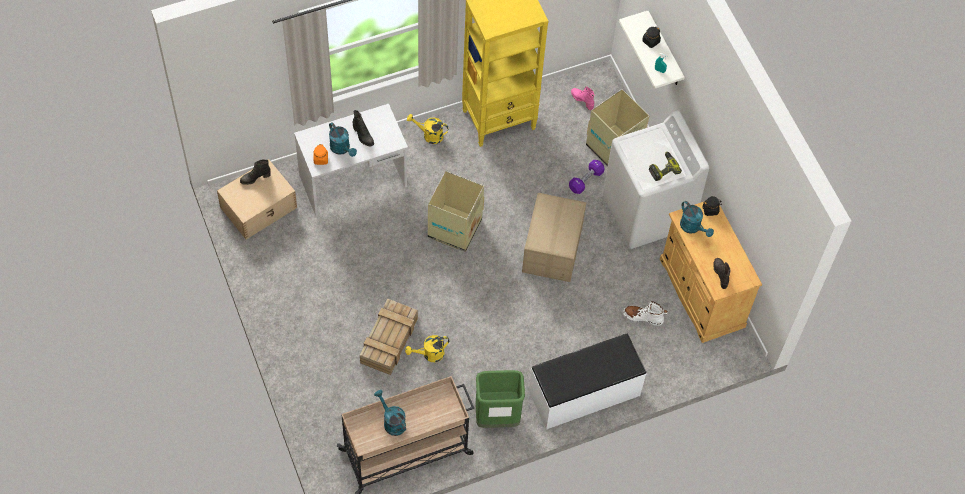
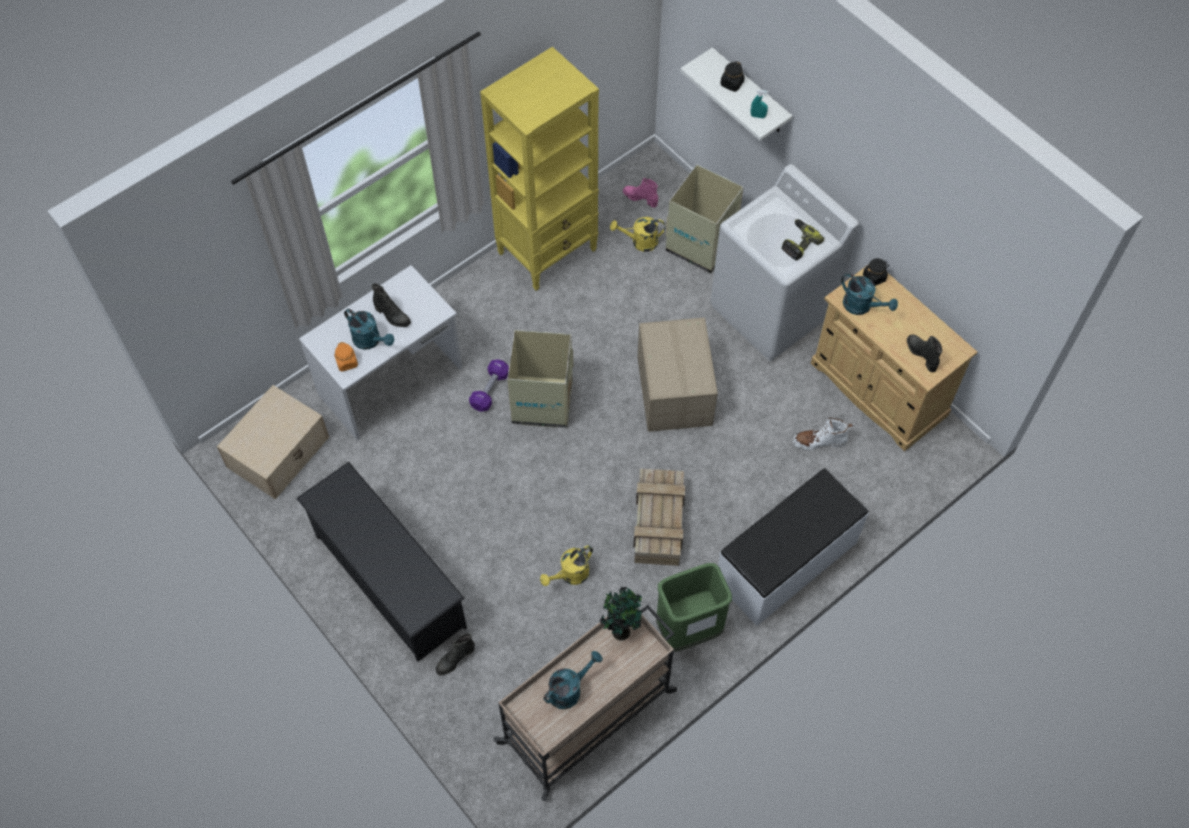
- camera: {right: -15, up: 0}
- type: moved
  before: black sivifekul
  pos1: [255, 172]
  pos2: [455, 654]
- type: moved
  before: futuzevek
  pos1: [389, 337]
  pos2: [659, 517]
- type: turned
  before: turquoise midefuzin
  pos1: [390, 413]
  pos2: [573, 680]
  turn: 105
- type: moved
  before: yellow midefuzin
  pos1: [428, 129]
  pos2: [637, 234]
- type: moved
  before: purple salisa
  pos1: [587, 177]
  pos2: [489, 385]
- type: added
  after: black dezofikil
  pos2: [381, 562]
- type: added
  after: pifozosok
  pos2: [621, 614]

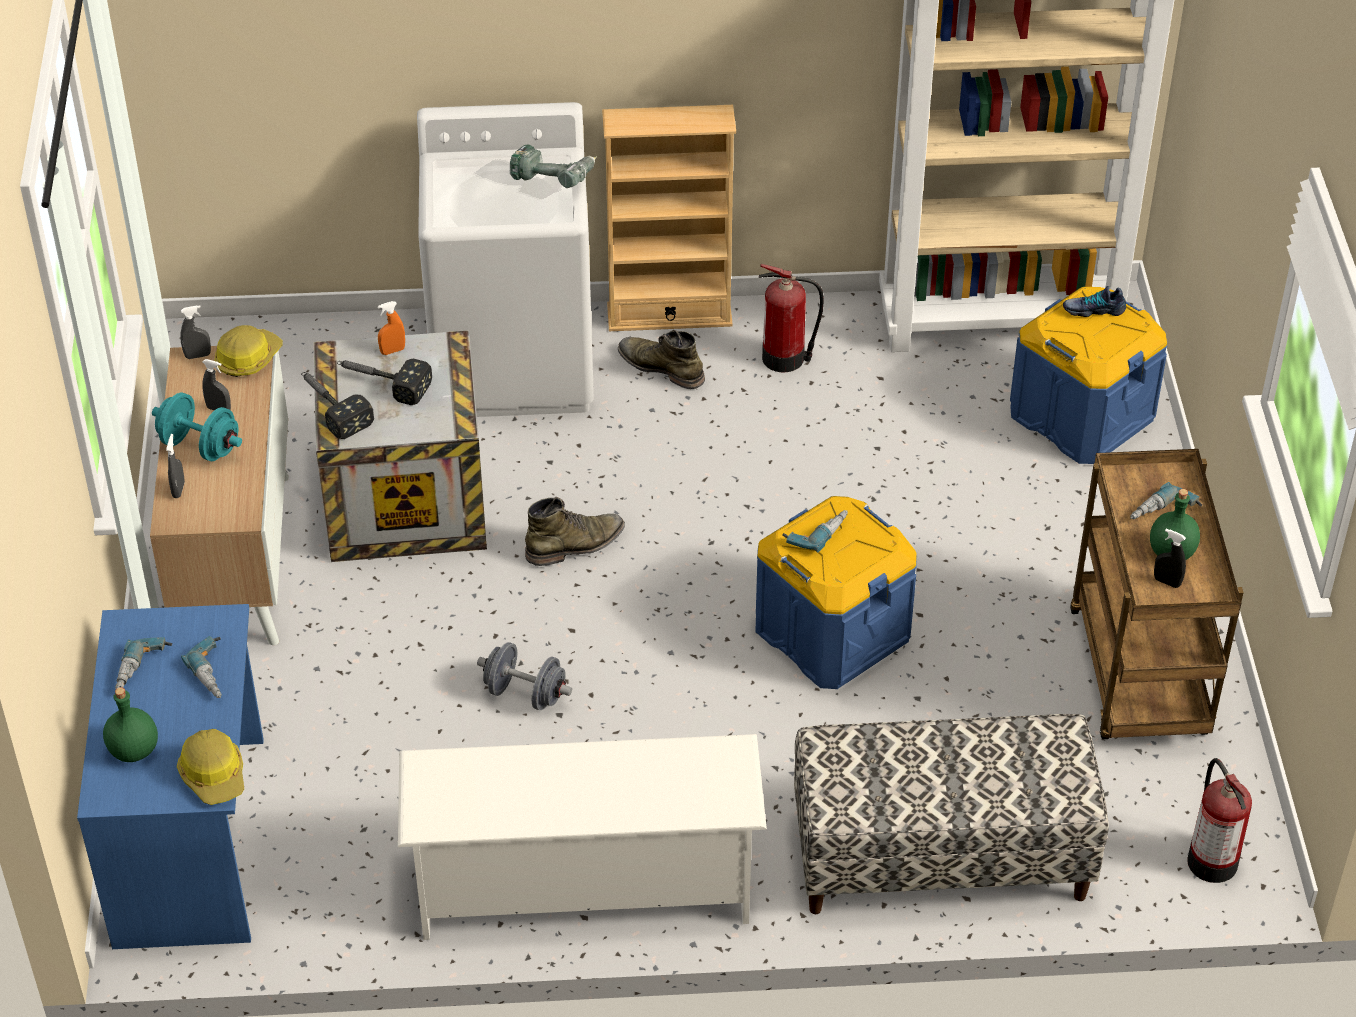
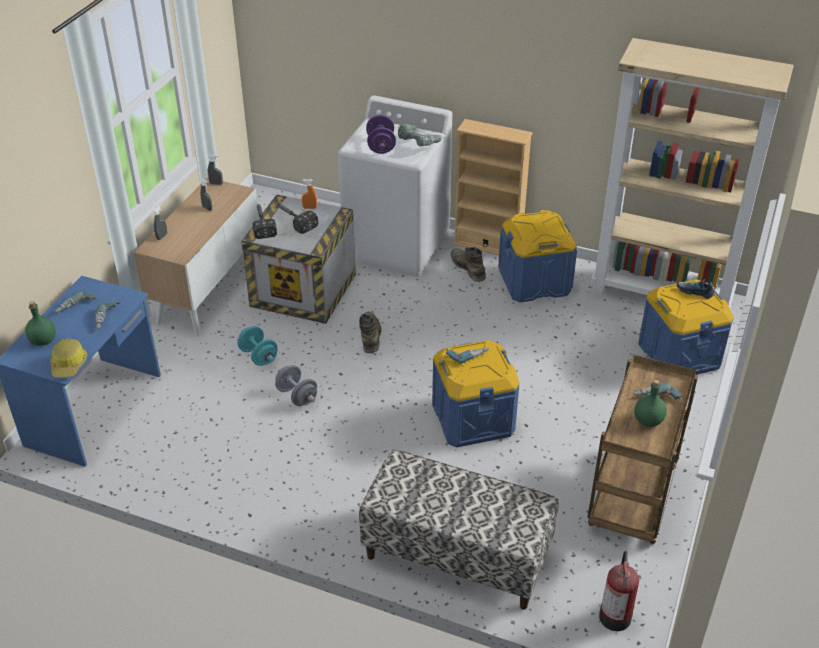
- camera: {right: 25, up: -5}
- type: moved
  before: turquoise salisa
  pos1: [197, 427]
  pos2: [258, 346]
- type: removed
  before: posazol
  pos1: [249, 351]
- type: removed
  before: white dezofikil
  pos1: [582, 837]
- type: turned
  before: green sivifekul
  pos1: [575, 531]
  pos2: [370, 332]
  turn: -90
- type: replaced
  before: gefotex
  after: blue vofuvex
  pos1: [791, 318]
  pos2: [537, 256]
- type: removed
  before: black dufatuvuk
  pos1: [1170, 558]
- type: added
  after: purple salisa
  pos2: [381, 134]

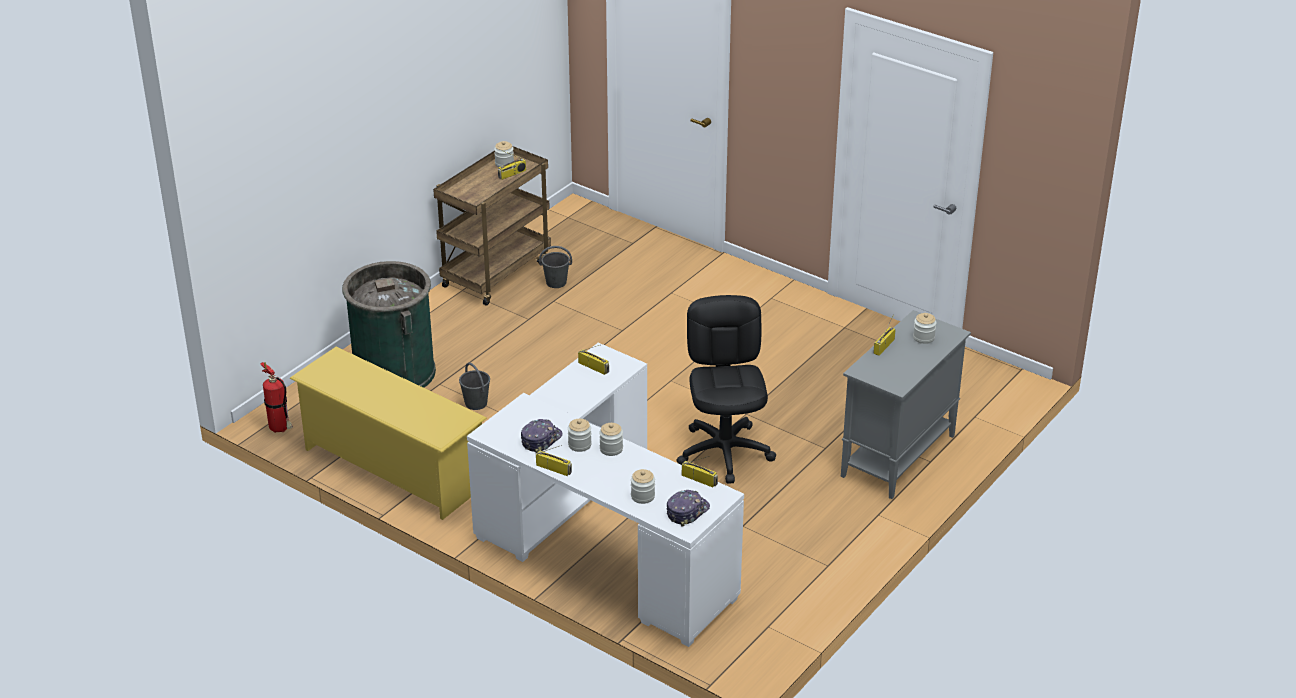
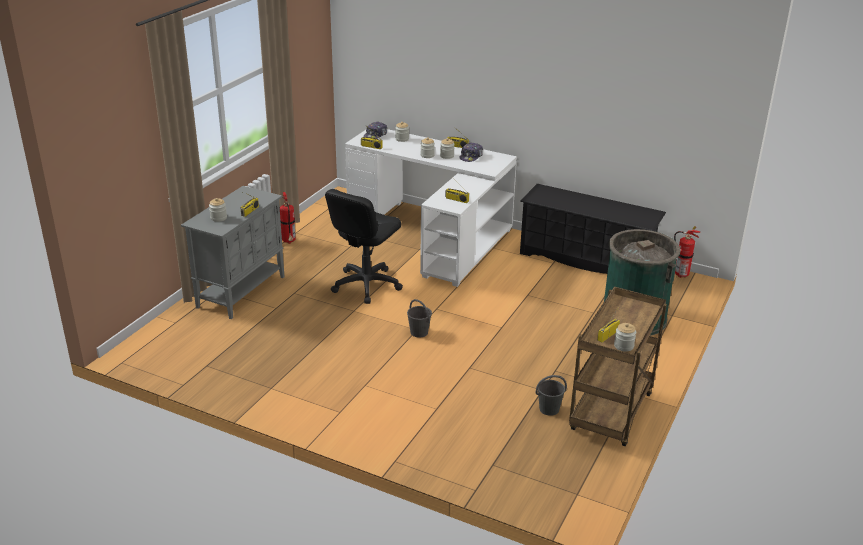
- camera: {right: 170, up: -5}
- type: recoloured
  before: yellow dezofikil
  after: black dezofikil
  pos1: [388, 433]
  pos2: [593, 229]
- type: moved
  before: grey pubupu
  pos1: [474, 386]
  pos2: [419, 318]
- type: turned
  before: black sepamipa
  pos1: [726, 389]
  pos2: [364, 246]
  turn: 45
- type: added
  after: gefotex
  pos2: [288, 217]

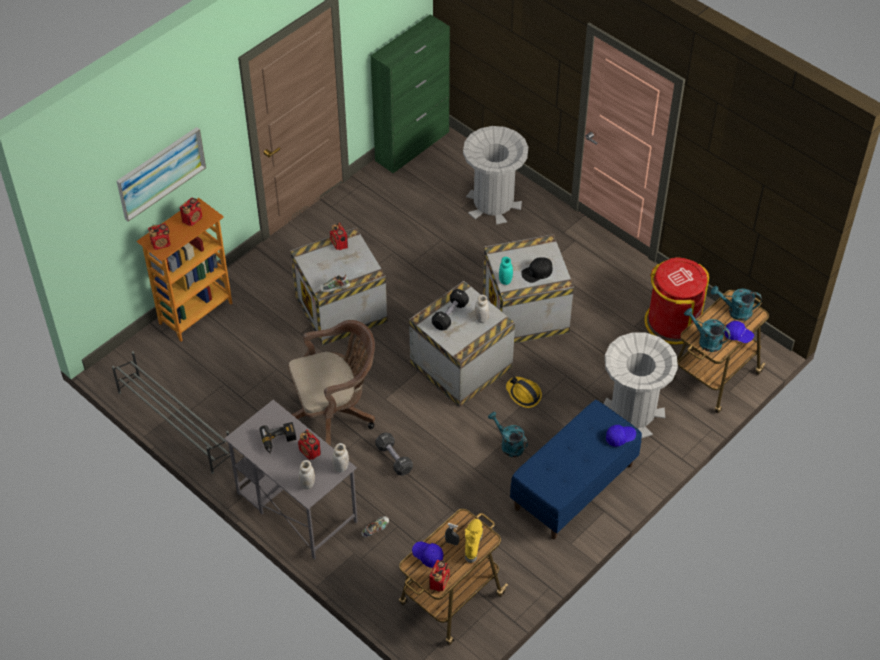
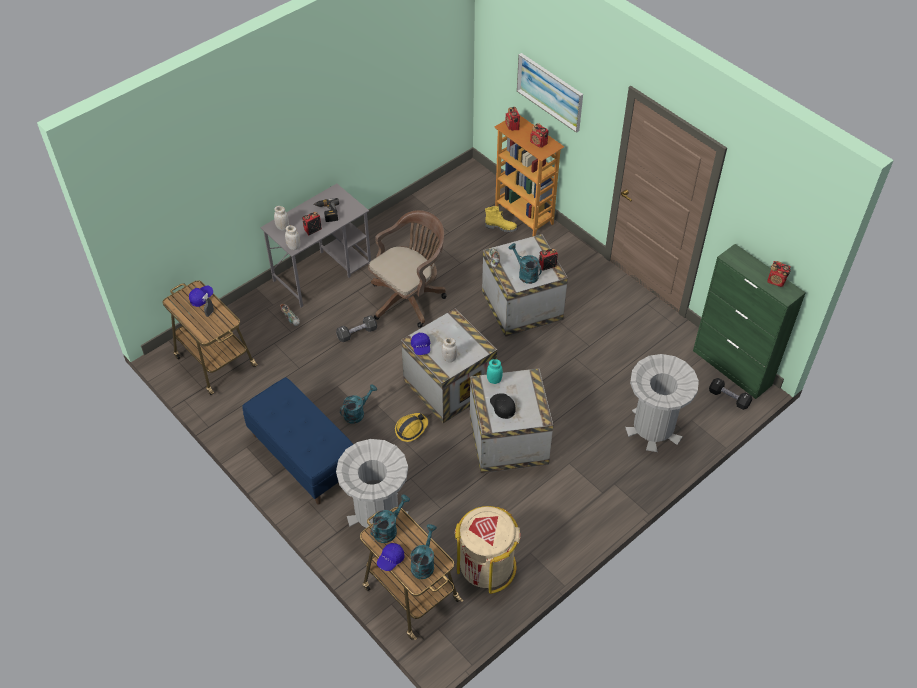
- camera: {right: 95, up: 0}
- type: removed
  before: grey dezofikil
  pos1: [171, 412]
- type: turned
  before: brown sepamipa
  pos1: [331, 383]
  pos2: [407, 269]
  turn: -120
- type: moved
  before: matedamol
  pos1: [439, 576]
  pos2: [779, 274]
- type: moved
  before: black salisa
  pos1: [450, 310]
  pos2: [730, 394]
- type: moved
  before: yellow sivifekul
  pos1: [474, 541]
  pos2: [501, 219]
- type: moved
  before: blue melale
  pos1: [621, 436]
  pos2: [420, 344]
- type: recoloured
  before: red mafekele
  after: beige mafekele
  pos1: [677, 300]
  pos2: [488, 550]
- type: added
  after: turquoise midefuzin
  pos2: [525, 263]

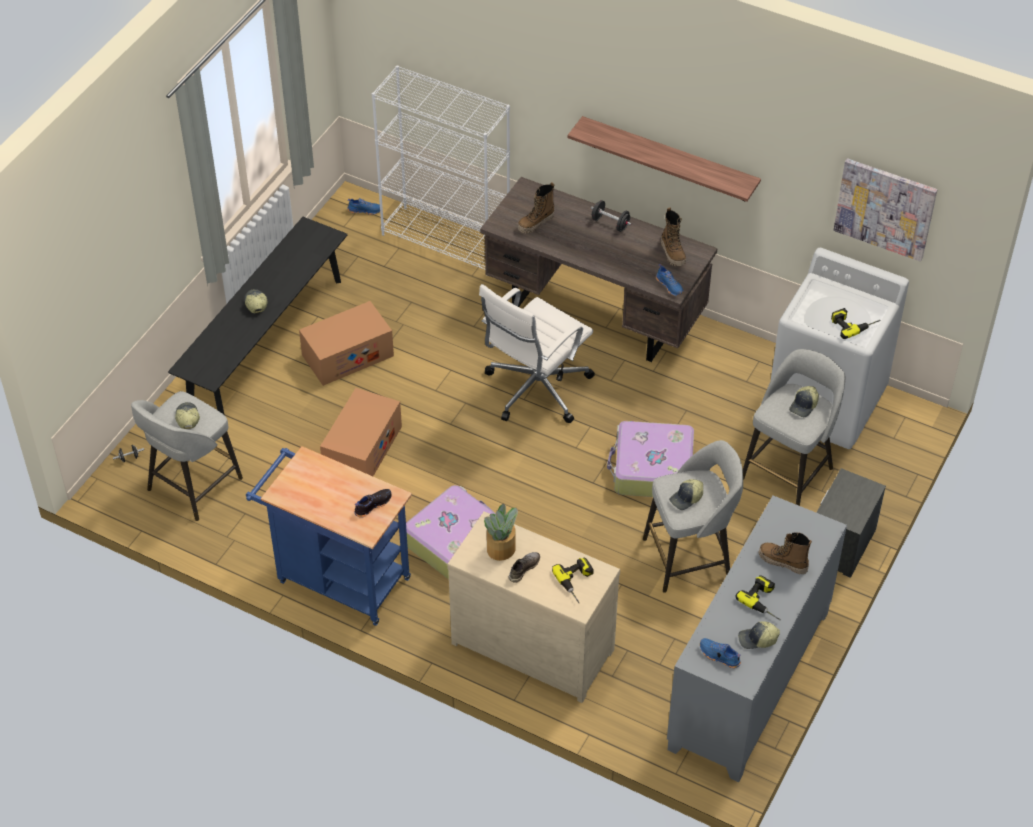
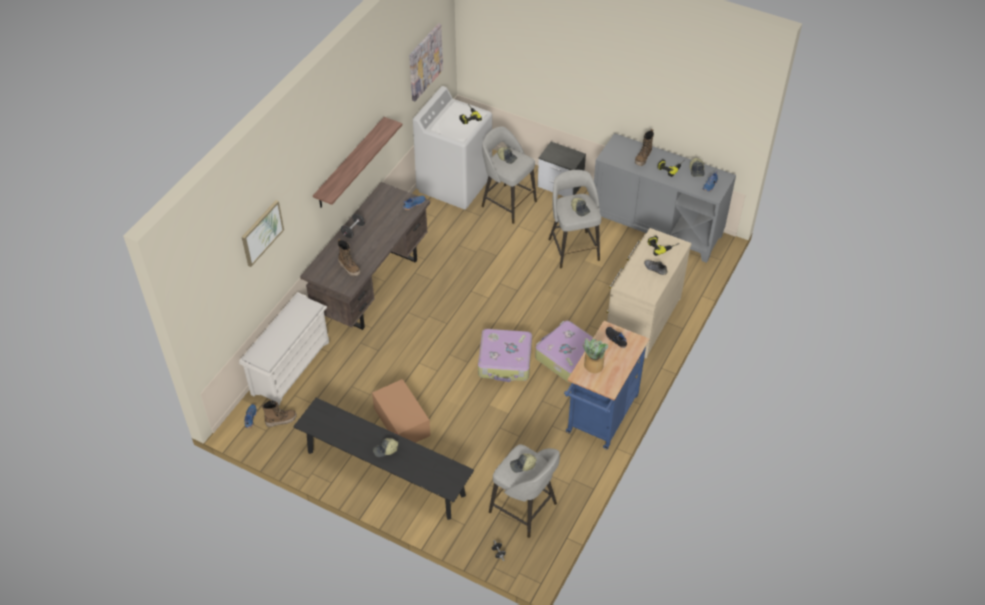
- camera: {right: -90, up: 0}
- type: removed
  before: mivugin
  pos1: [361, 432]
- type: replaced
  before: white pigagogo
  after: white dezofikil
  pos1: [441, 170]
  pos2: [284, 348]
- type: removed
  before: white sepamipa
  pos1: [537, 353]
- type: moved
  before: pifozosok
  pos1: [501, 532]
  pos2: [595, 355]
- type: moved
  before: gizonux
  pos1: [650, 459]
  pos2: [505, 355]
- type: moved
  before: sivifekul
  pos1: [673, 236]
  pos2: [279, 413]
- type: added
  after: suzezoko
  pos2: [263, 233]

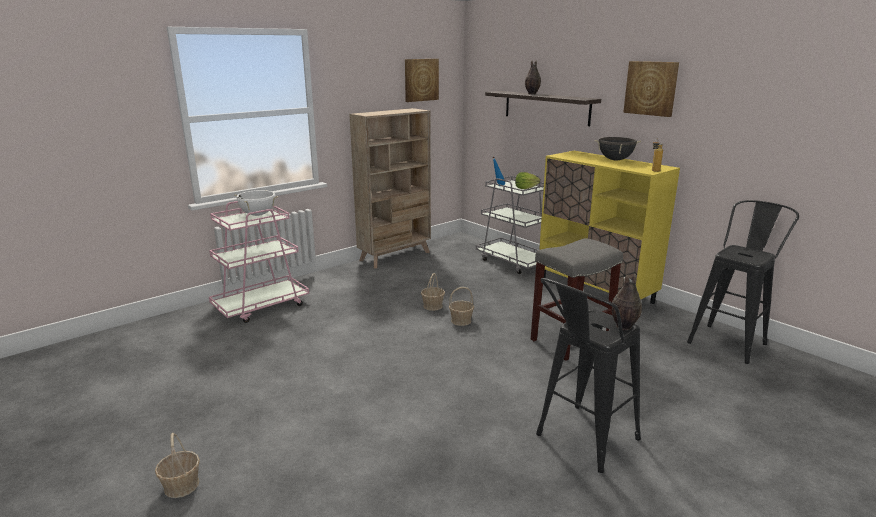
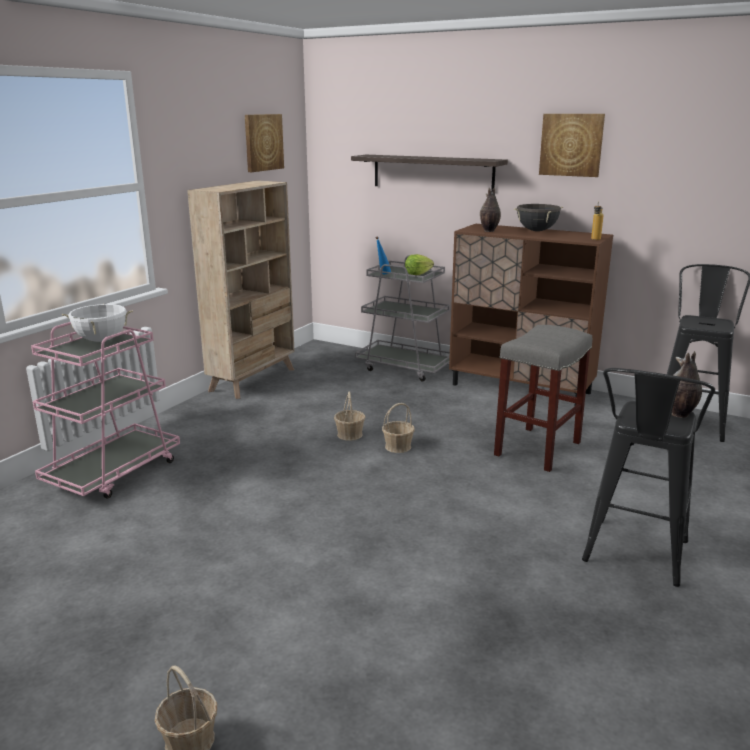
- camera: {right: -20, up: 0}
- type: moved
  before: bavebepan
  pos1: [533, 77]
  pos2: [490, 209]
- type: recoloured
  before: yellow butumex
  after: brown butumex
  pos1: [609, 227]
  pos2: [531, 315]

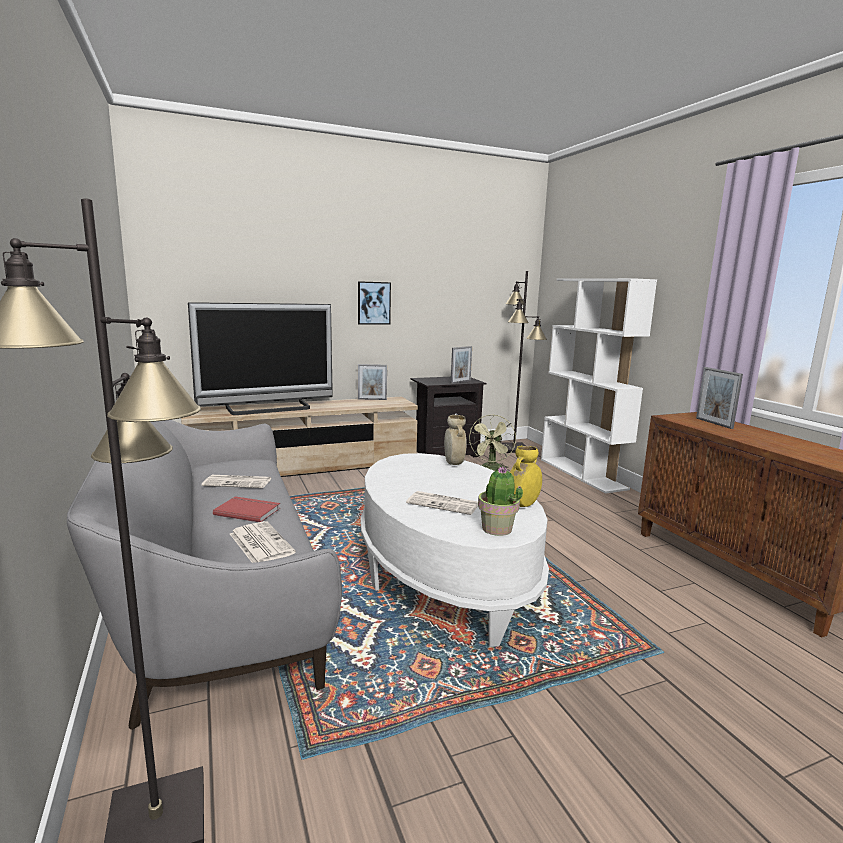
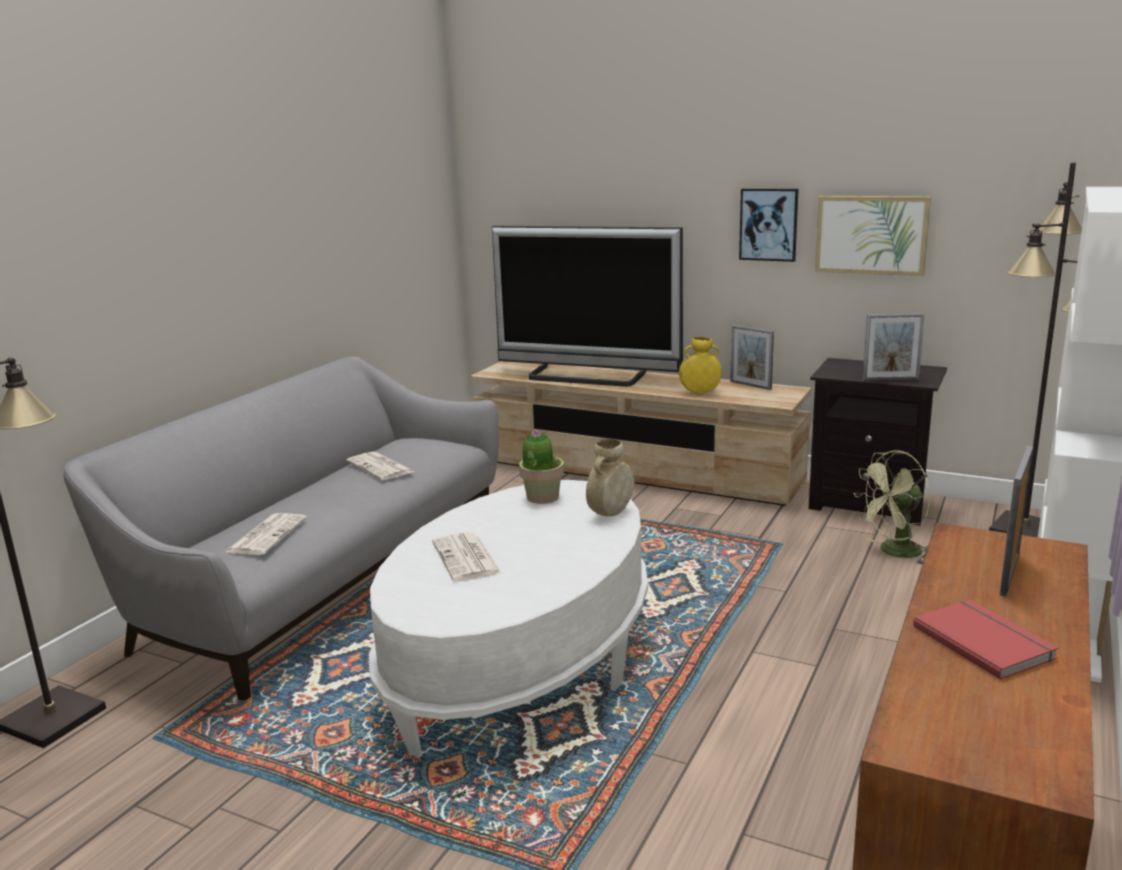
- camera: {right: 50, up: 5}
- type: moved
  before: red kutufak
  pos1: [246, 509]
  pos2: [986, 640]
- type: moved
  before: pifozosok
  pos1: [500, 501]
  pos2: [541, 466]
- type: moved
  before: yellow bavebepan
  pos1: [526, 476]
  pos2: [700, 364]
- type: added
  after: suzezoko
  pos2: [873, 236]

